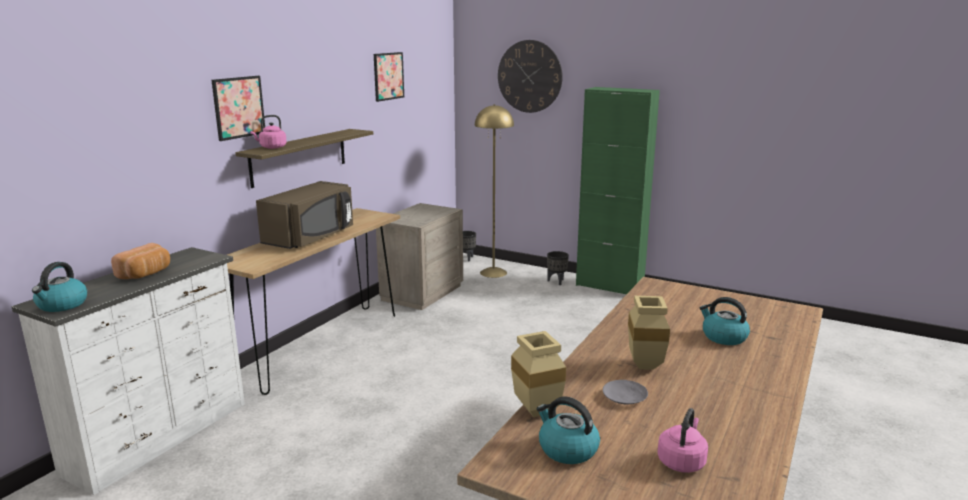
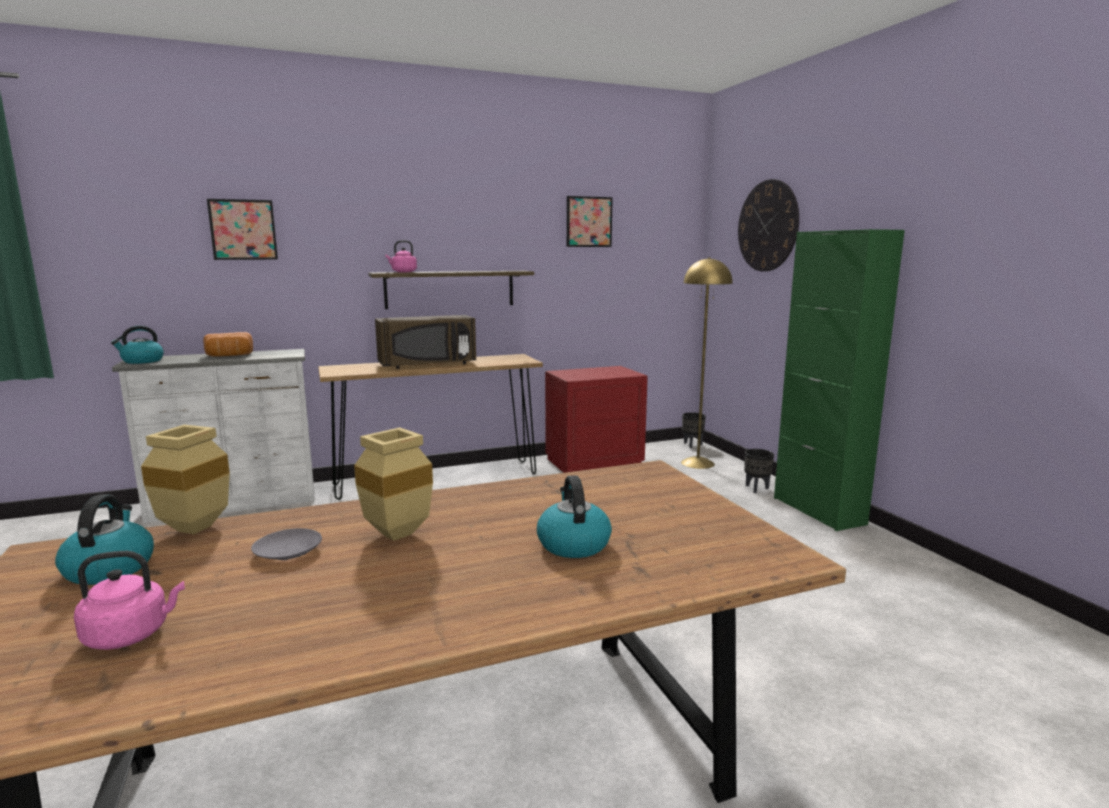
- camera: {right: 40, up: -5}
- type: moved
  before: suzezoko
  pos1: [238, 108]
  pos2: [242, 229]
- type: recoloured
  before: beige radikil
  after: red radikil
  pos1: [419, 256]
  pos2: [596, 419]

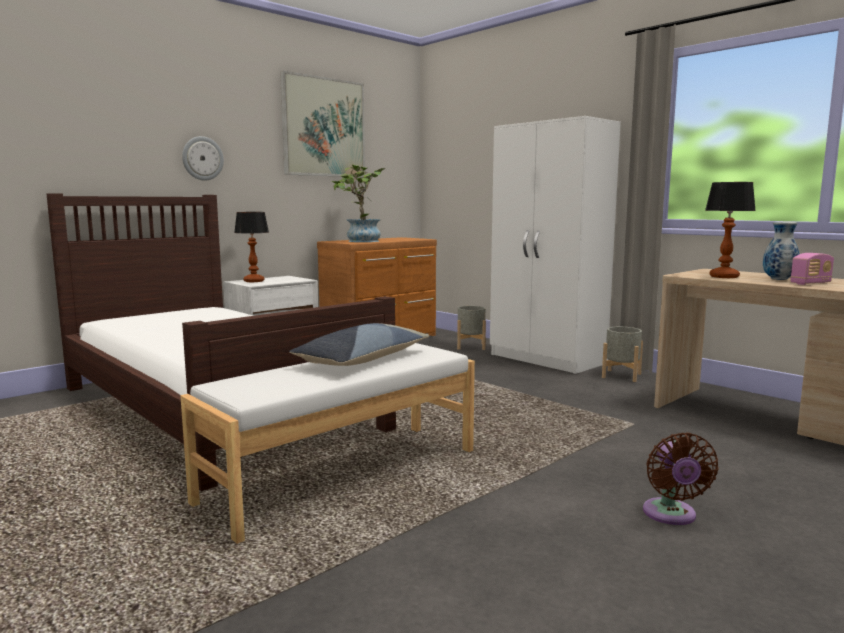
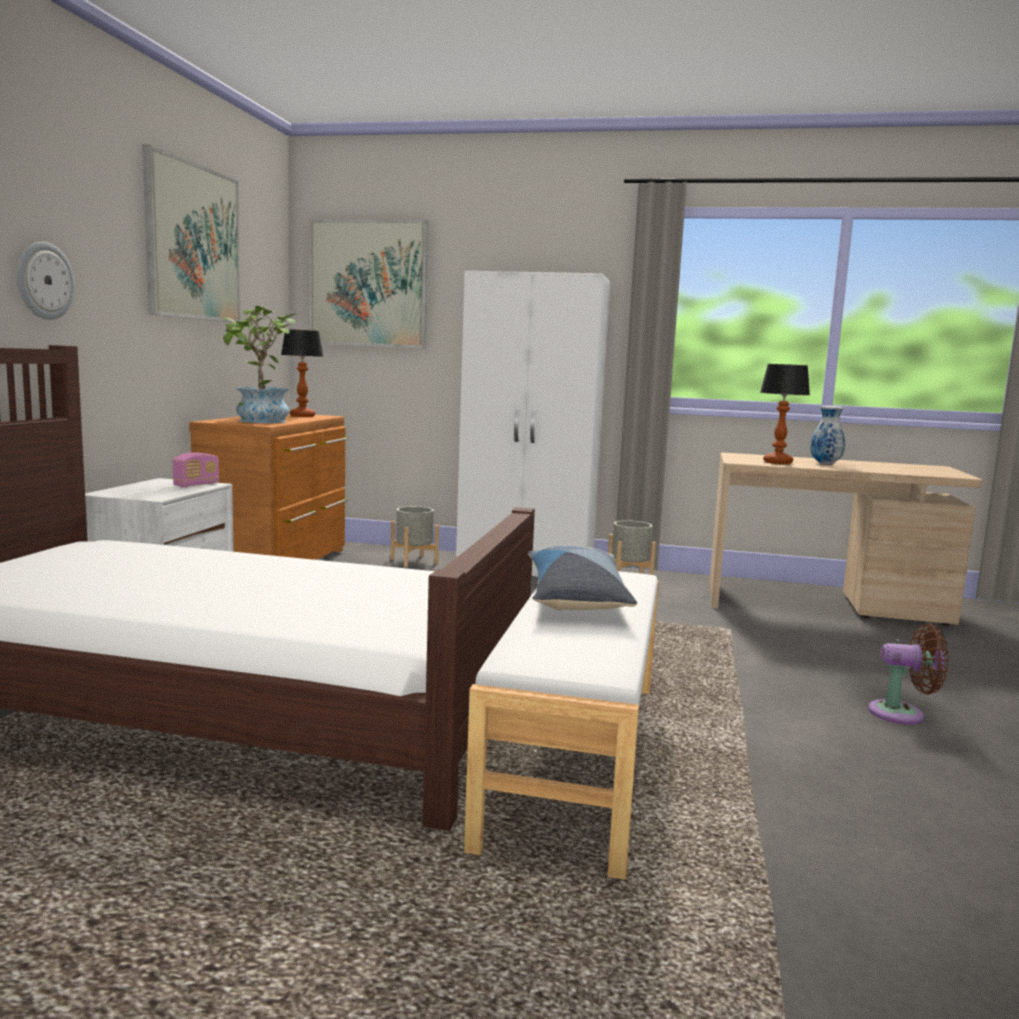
- camera: {right: -35, up: 0}
- type: moved
  before: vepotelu
  pos1: [251, 247]
  pos2: [302, 373]
- type: turned
  before: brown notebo
  pos1: [681, 479]
  pos2: [908, 674]
  turn: -45
- type: moved
  before: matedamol
  pos1: [812, 269]
  pos2: [196, 470]
- type: added
  after: suzezoko
  pos2: [368, 283]

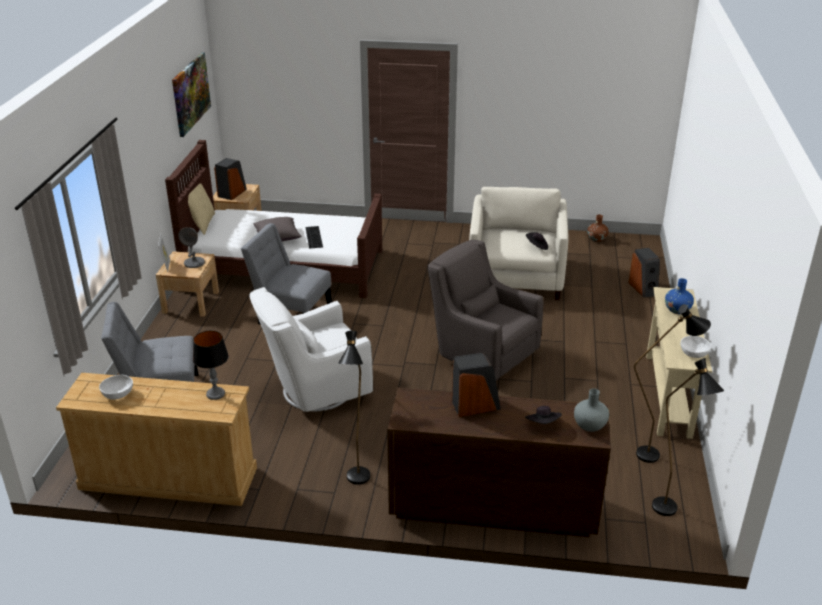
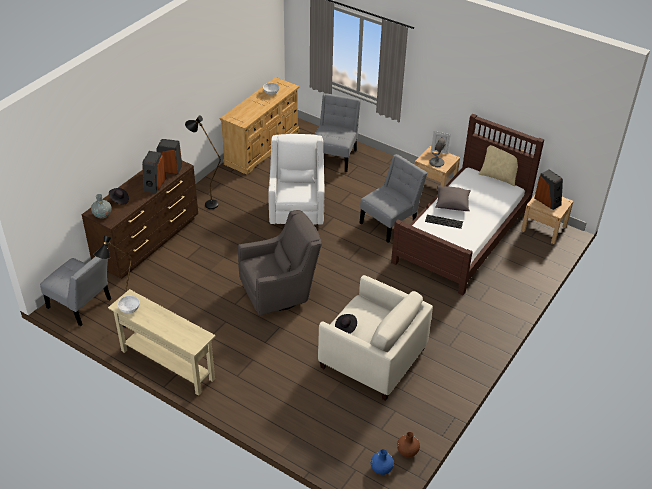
- camera: {right: 115, up: 10}
- type: removed
  before: suzezoko
  pos1: [191, 94]
- type: removed
  before: vepotelu
  pos1: [211, 365]
- type: moved
  before: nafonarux
  pos1: [644, 273]
  pos2: [169, 157]
- type: replaced
  before: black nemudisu
  after: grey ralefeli
  pos1: [688, 437]
  pos2: [75, 291]
- type: moved
  before: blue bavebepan
  pos1: [679, 296]
  pos2: [382, 462]

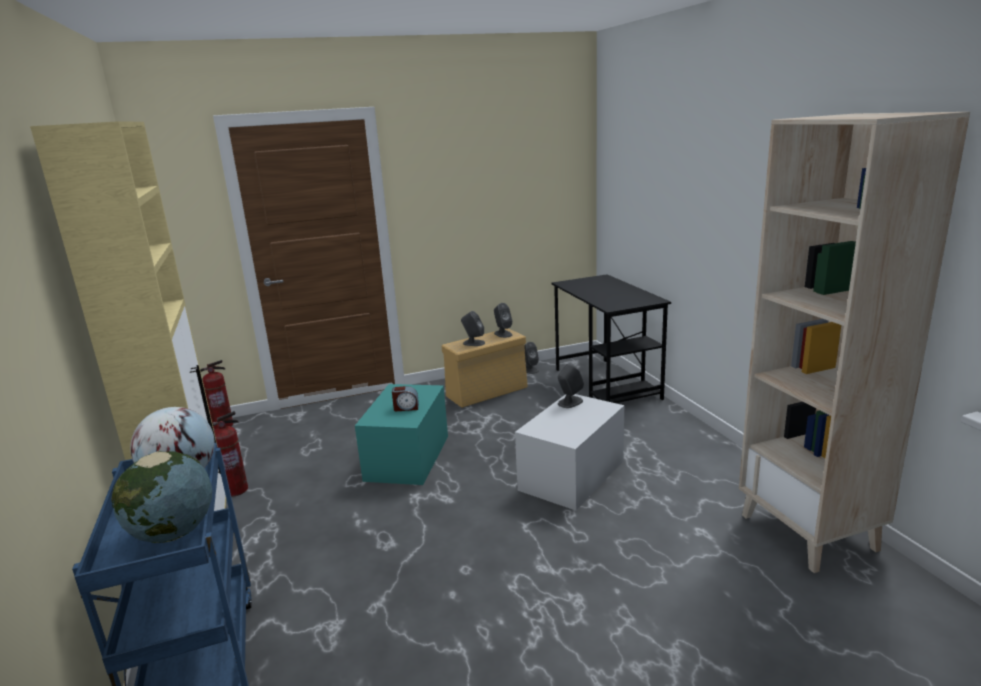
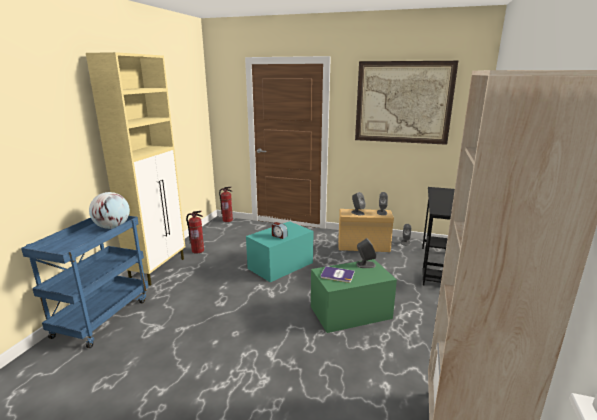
- camera: {right: 35, up: 0}
- type: removed
  before: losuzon
  pos1: [161, 497]
- type: recoloured
  before: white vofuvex
  after: green vofuvex
  pos1: [569, 452]
  pos2: [354, 296]
- type: added
  after: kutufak
  pos2: [338, 274]
- type: added
  after: suzezoko
  pos2: [406, 103]

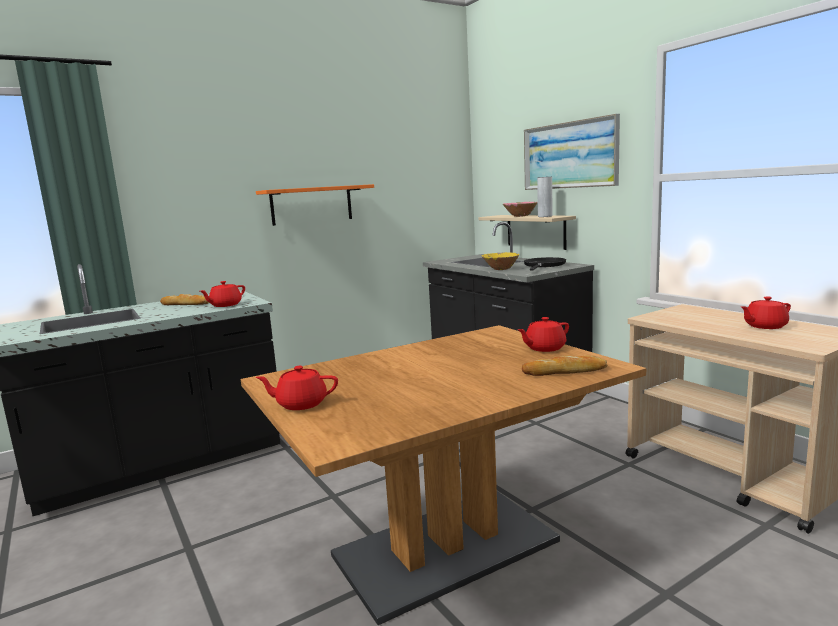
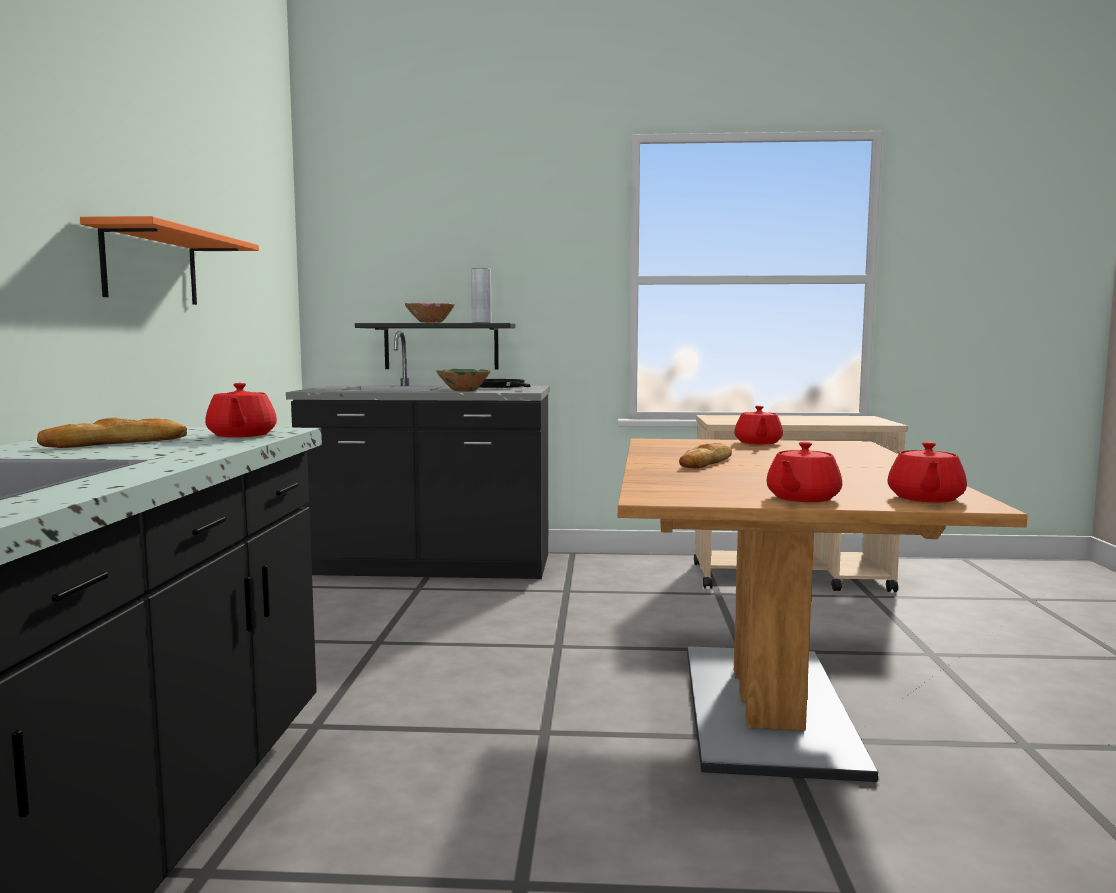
- camera: {right: -55, up: -5}
- type: recoloured
  before: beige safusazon
  after: black safusazon
  pos1: [527, 232]
  pos2: [435, 346]
- type: recoloured
  before: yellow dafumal
  after: green dafumal
  pos1: [500, 261]
  pos2: [463, 380]
- type: moved
  before: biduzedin
  pos1: [564, 365]
  pos2: [705, 455]
- type: removed
  before: suzezoko
  pos1: [572, 152]
- type: moved
  before: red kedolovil
  pos1: [766, 312]
  pos2: [927, 472]

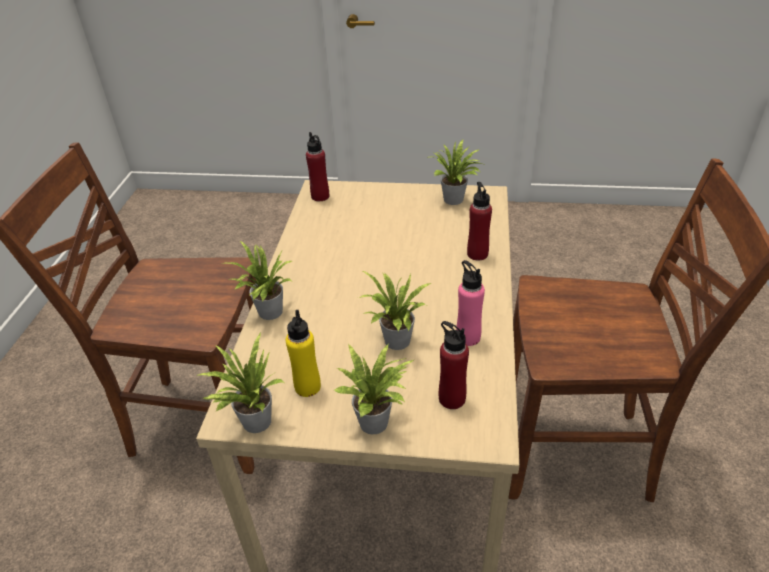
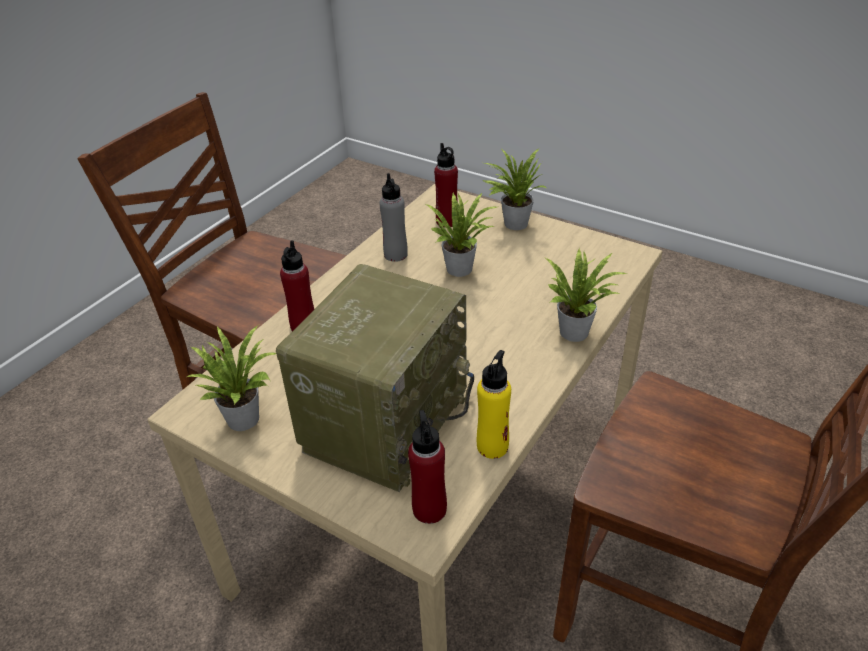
- camera: {right: -155, up: 0}
- type: removed
  before: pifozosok
  pos1: [241, 382]
- type: moved
  before: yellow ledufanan
  pos1: [303, 353]
  pos2: [494, 404]
- type: recoloured
  before: pink ledufanan
  after: grey ledufanan
  pos1: [470, 303]
  pos2: [394, 217]
- type: added
  after: matedamol
  pos2: [375, 378]

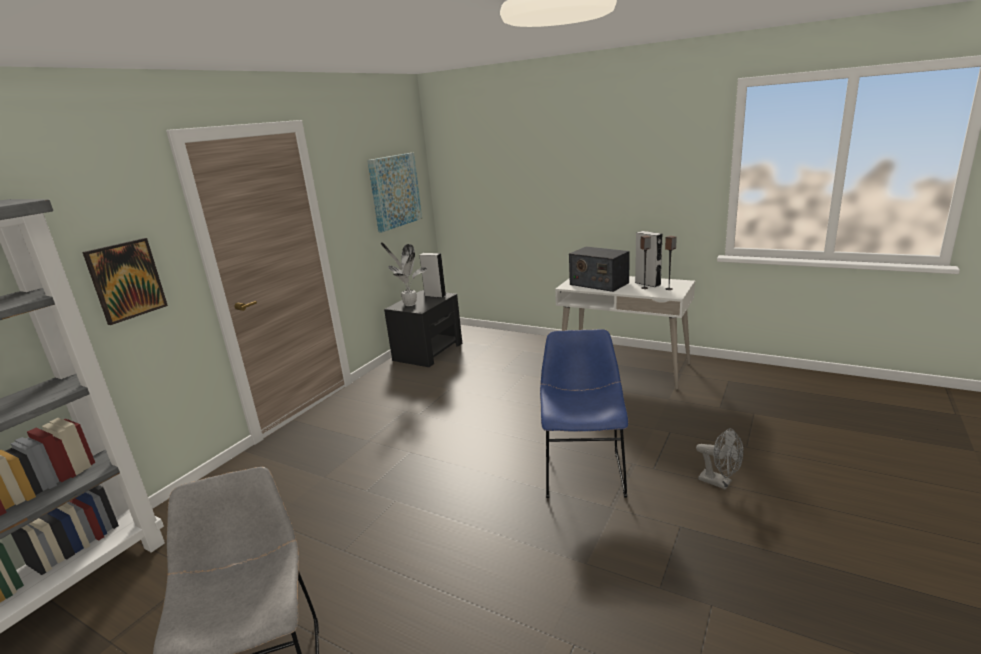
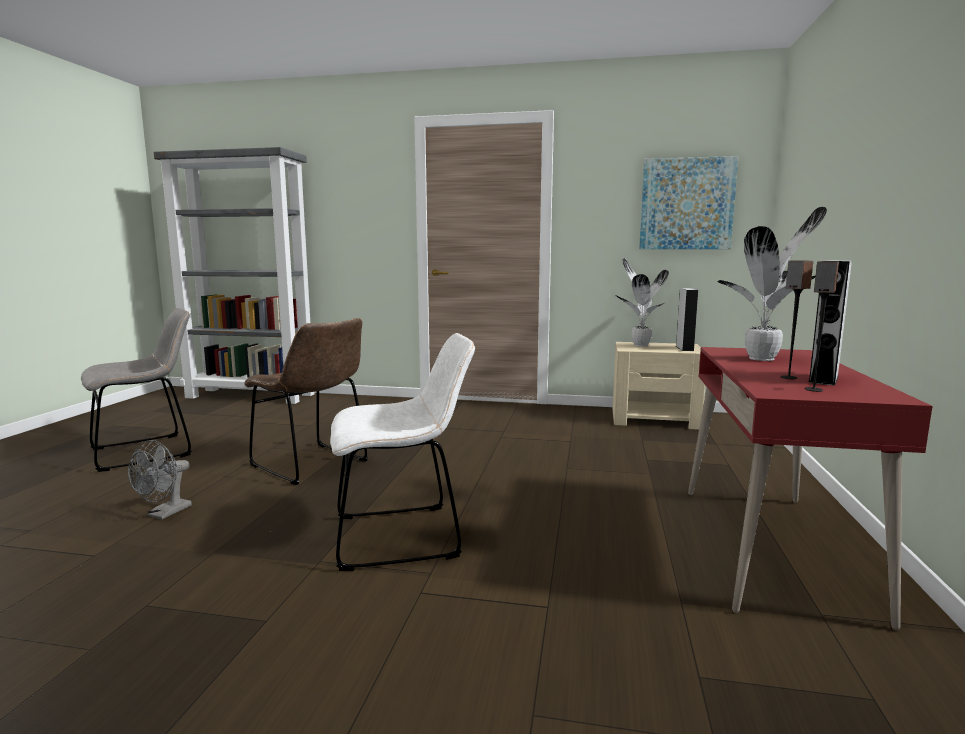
- camera: {right: 70, up: -10}
- type: removed
  before: suzezoko
  pos1: [125, 281]
- type: recoloured
  before: black radikil
  after: beige radikil
  pos1: [423, 328]
  pos2: [658, 386]
- type: recoloured
  before: blue ralefeli
  after: white ralefeli
  pos1: [584, 413]
  pos2: [402, 452]
- type: recoloured
  before: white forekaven
  after: red forekaven
  pos1: [625, 333]
  pos2: [810, 488]
- type: replaced
  before: matedamol
  after: pifozosok
  pos1: [599, 269]
  pos2: [772, 284]
- type: moved
  before: grey notebo
  pos1: [719, 459]
  pos2: [160, 480]
- type: added
  after: brown ralefeli
  pos2: [306, 401]

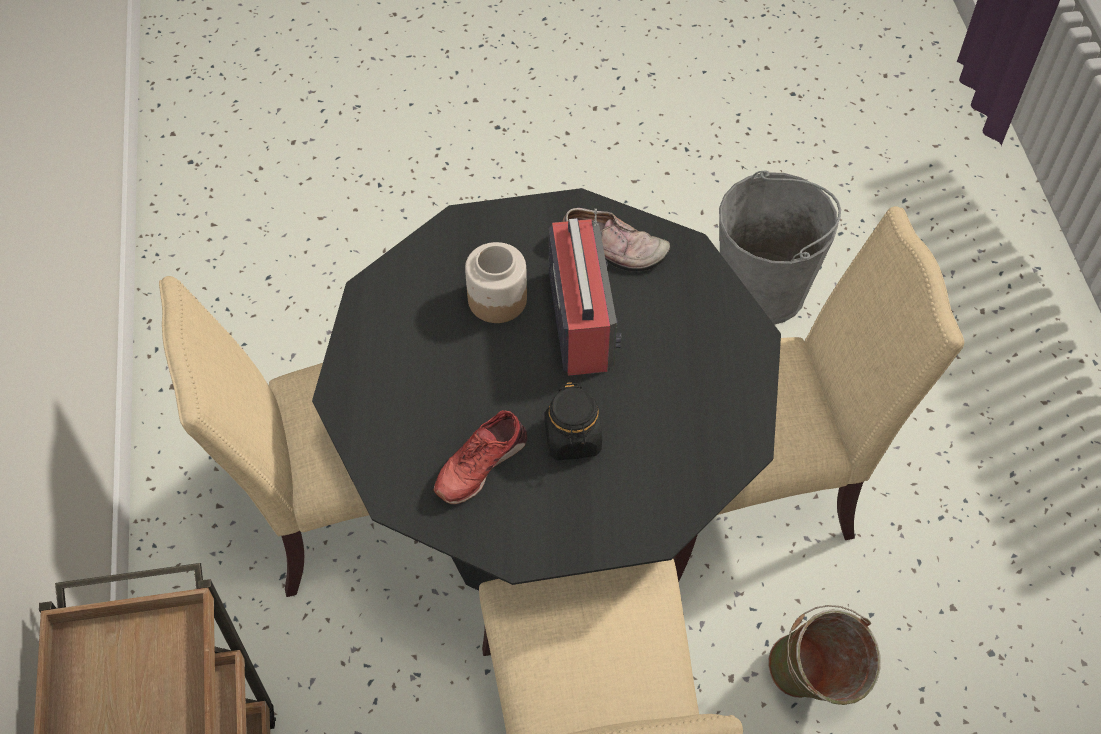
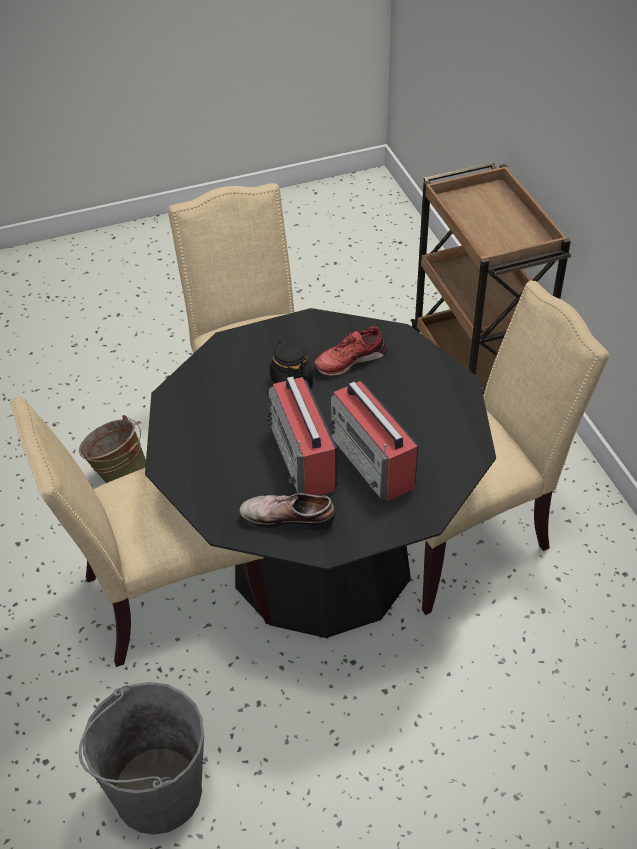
- camera: {right: 170, up: -10}
- type: turned
  before: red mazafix
  pos1: [480, 457]
  pos2: [350, 351]
  turn: -150
- type: replaced
  before: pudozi
  after: matedamol
  pos1: [496, 282]
  pos2: [373, 441]

